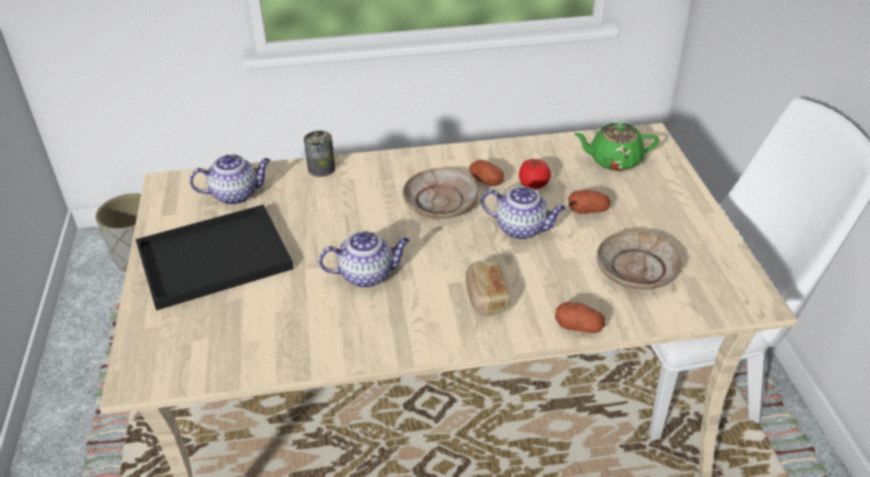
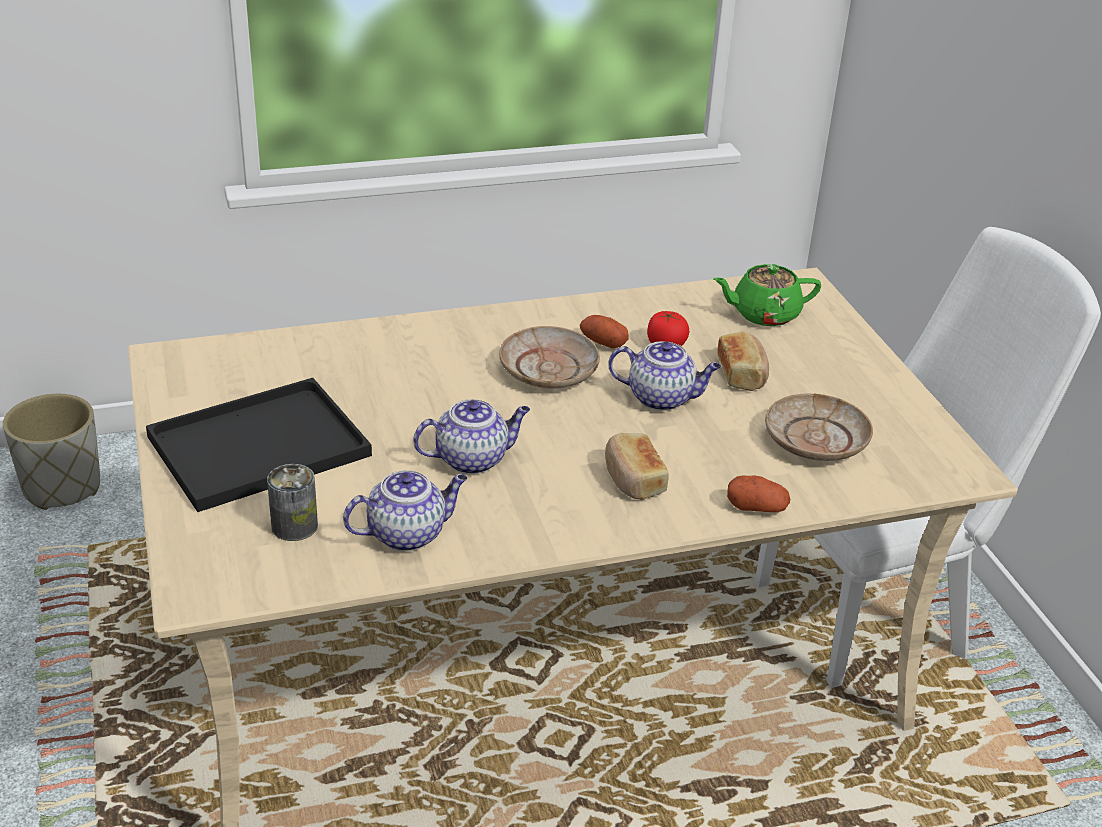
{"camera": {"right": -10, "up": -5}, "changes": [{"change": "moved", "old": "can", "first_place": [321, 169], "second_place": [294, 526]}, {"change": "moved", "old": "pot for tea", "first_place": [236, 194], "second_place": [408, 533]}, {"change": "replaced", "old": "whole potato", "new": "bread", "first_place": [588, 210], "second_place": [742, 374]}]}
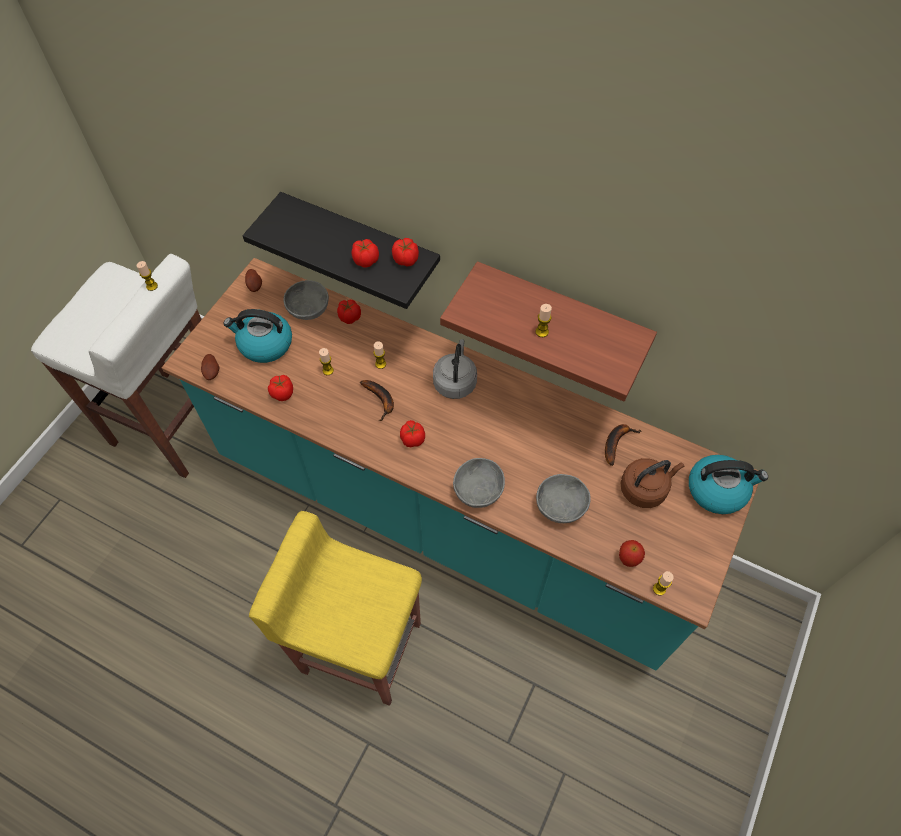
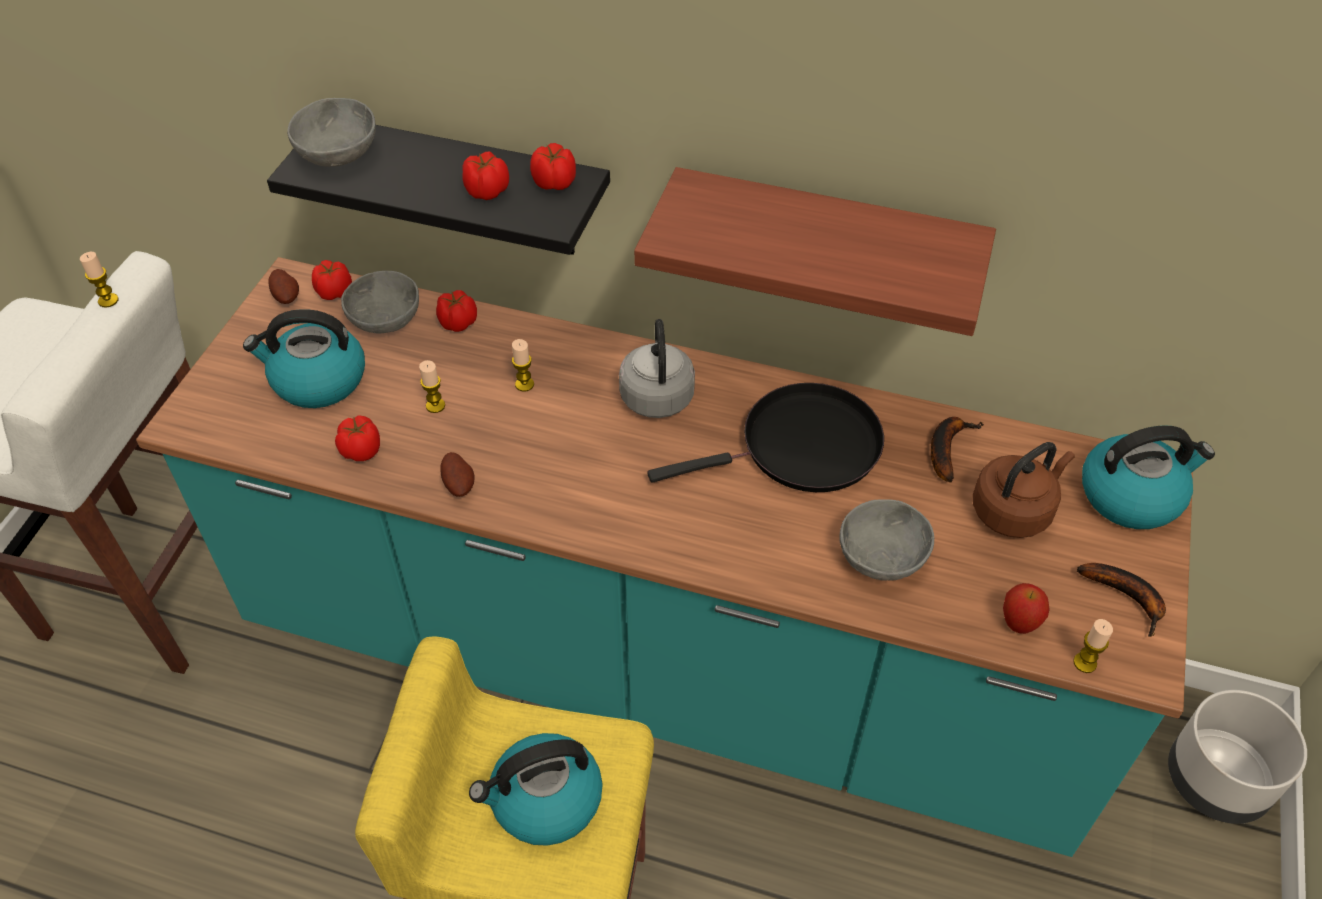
{"camera": {"right": -10, "up": -10}, "changes": [{"change": "removed", "old": "wax candle", "first_place": [542, 332]}, {"change": "moved", "old": "whole potato", "first_place": [212, 372], "second_place": [459, 484]}, {"change": "moved", "old": "whole banana", "first_place": [381, 400], "second_place": [1128, 598]}, {"change": "moved", "old": "whole tomato", "first_place": [412, 438], "second_place": [334, 291]}, {"change": "moved", "old": "gray serving bowl", "first_place": [479, 490], "second_place": [340, 154]}, {"change": "added", "new": "blackish skillet", "second_place": [801, 448]}, {"change": "added", "new": "gray plant pot", "second_place": [1216, 782]}, {"change": "added", "new": "water kettle", "second_place": [545, 801]}]}
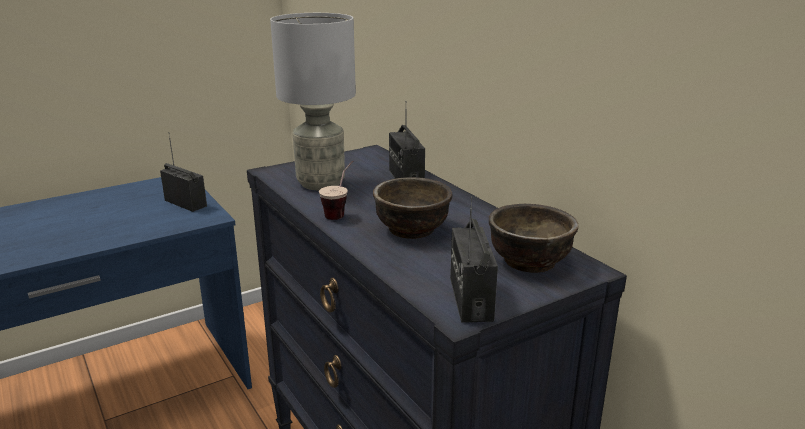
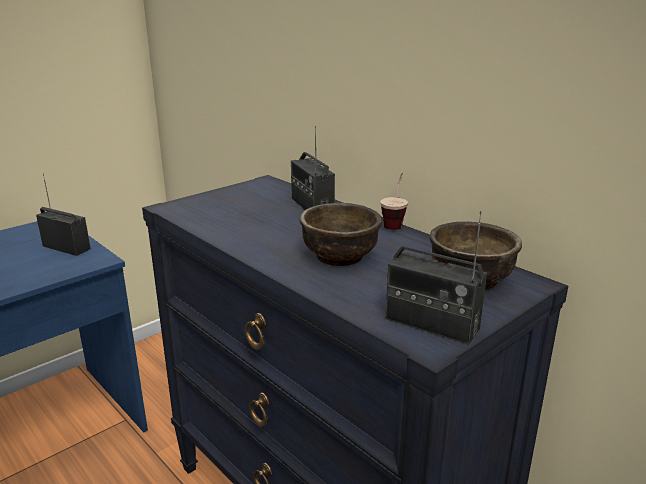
{"camera": {"right": -10, "up": 0}, "changes": [{"change": "removed", "old": "gray tabletop lamp", "first_place": [320, 183]}, {"change": "moved", "old": "small cup", "first_place": [340, 212], "second_place": [395, 223]}, {"change": "turned", "old": "radio set", "first_place": [470, 299], "second_place": [431, 324], "degrees": -45}]}
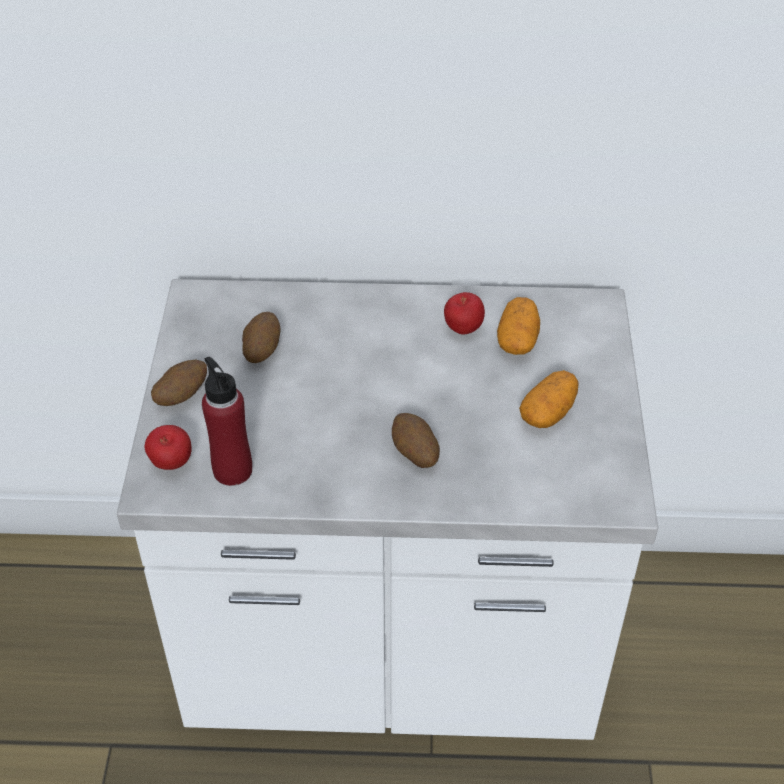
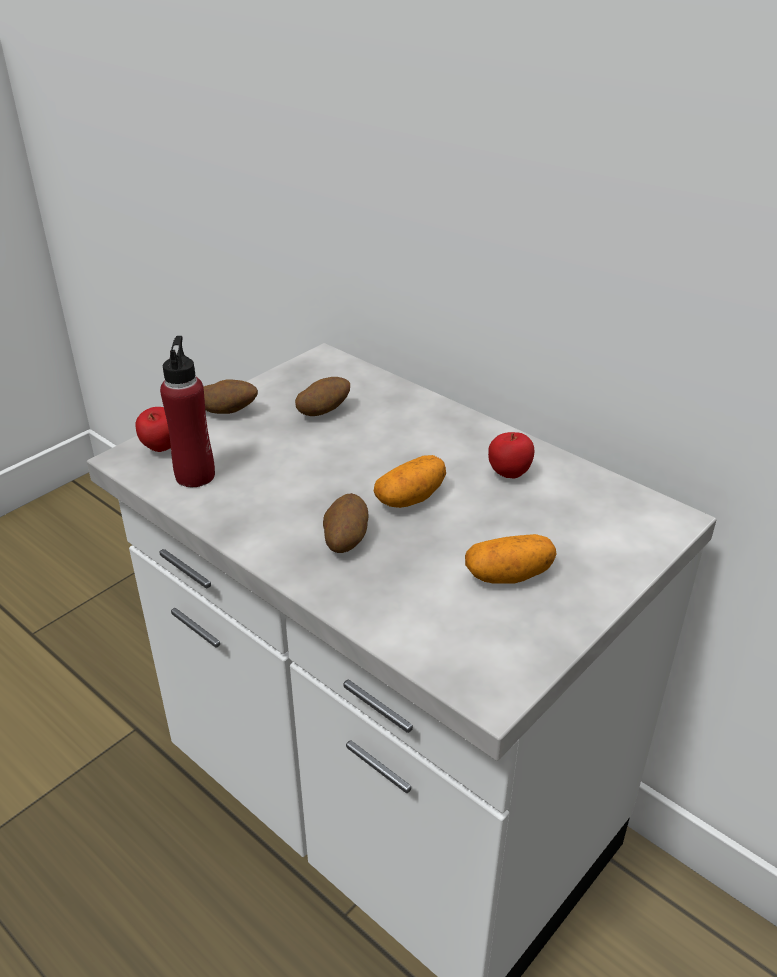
{"camera": {"right": 40, "up": -10}, "changes": [{"change": "moved", "old": "whole potato", "first_place": [517, 339], "second_place": [410, 498]}]}
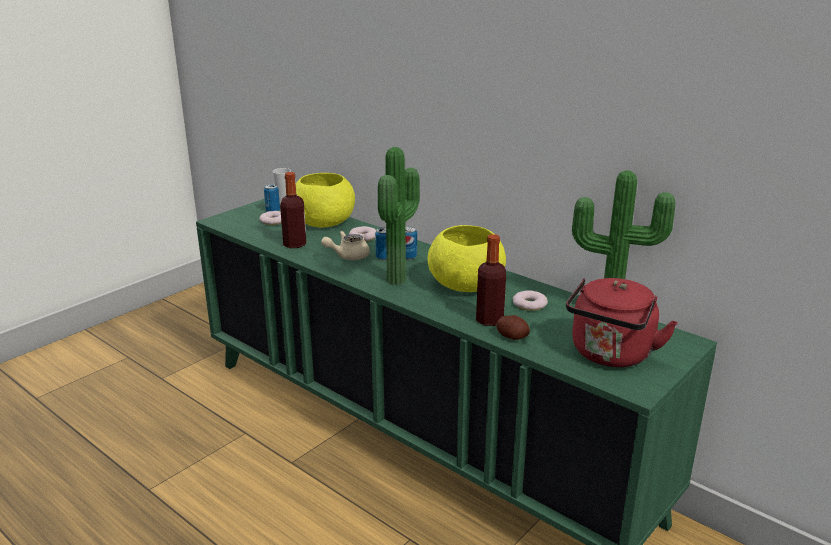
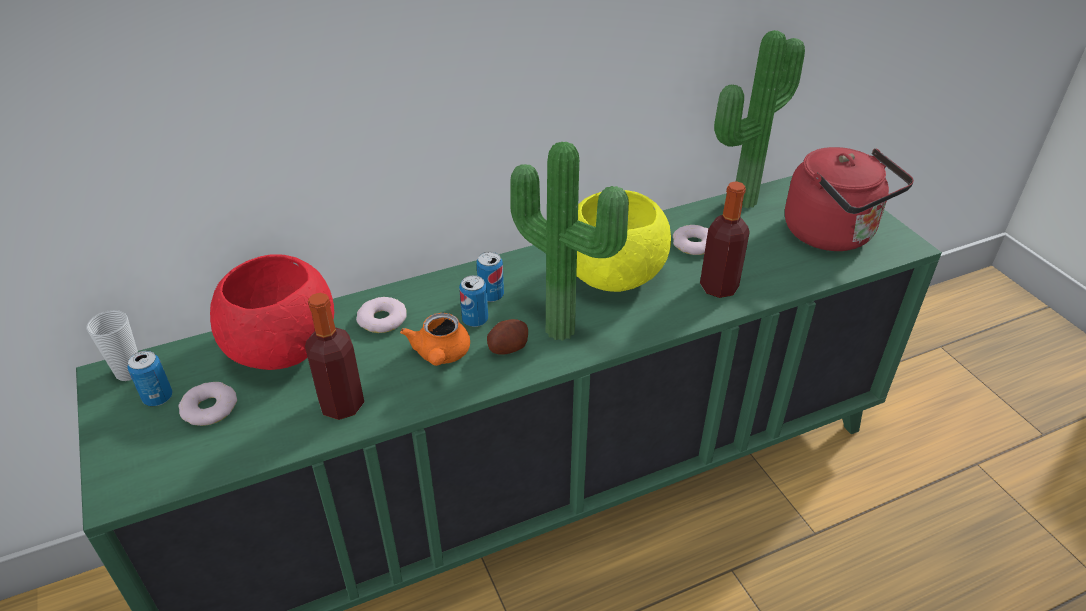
{"camera": {"right": -65, "up": 15}, "changes": [{"change": "recoloured", "old": "yellow serving bowl", "new": "reddish serving bowl", "first_place": [323, 223], "second_place": [282, 348]}, {"change": "recoloured", "old": "sand-coloured pot for tea", "new": "orange-coloured pot for tea", "first_place": [348, 256], "second_place": [440, 355]}, {"change": "moved", "old": "whole potato", "first_place": [512, 337], "second_place": [508, 347]}]}
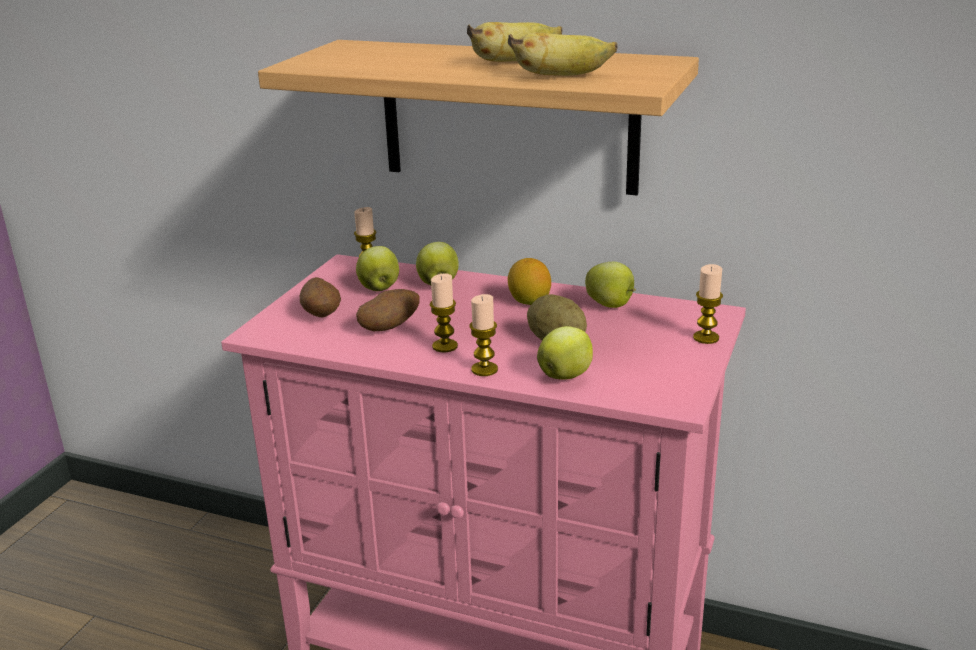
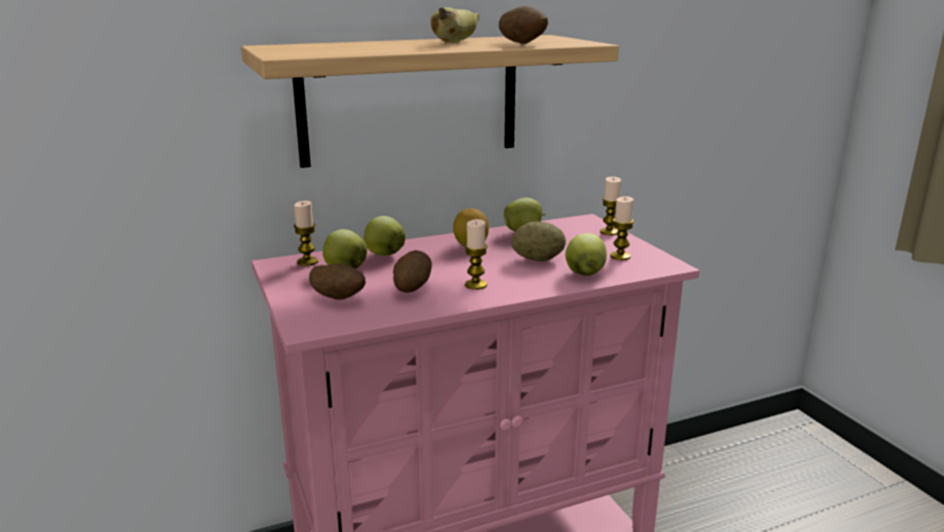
{"camera": {"right": -45, "up": -5}, "changes": [{"change": "replaced", "old": "whole banana", "new": "whole potato", "first_place": [562, 76], "second_place": [522, 44]}, {"change": "moved", "old": "wax candle", "first_place": [484, 369], "second_place": [620, 256]}]}
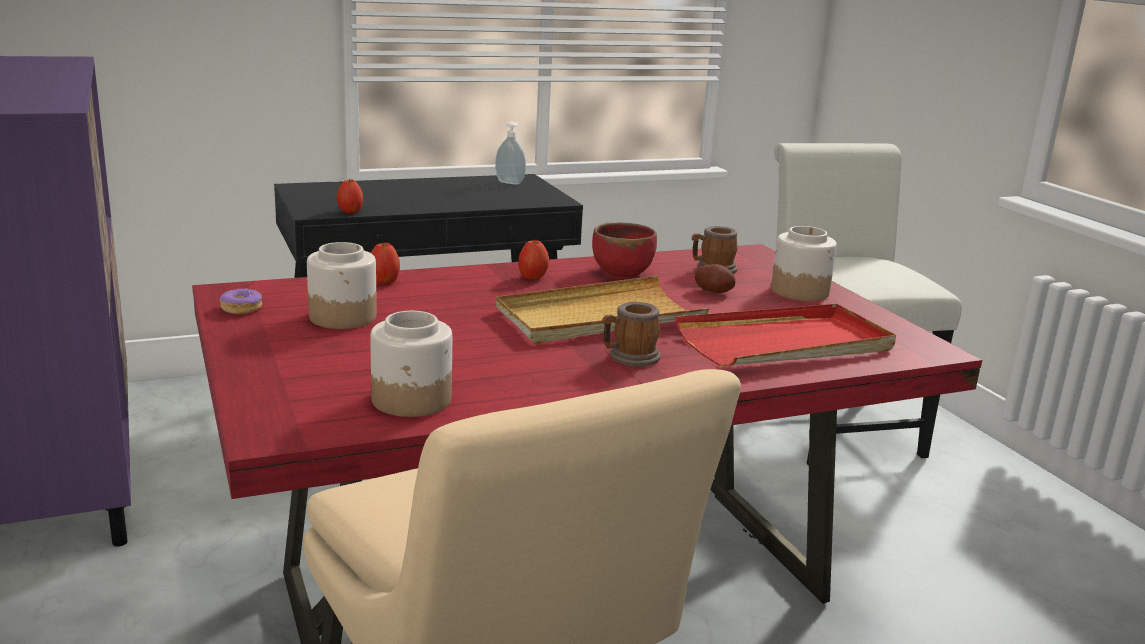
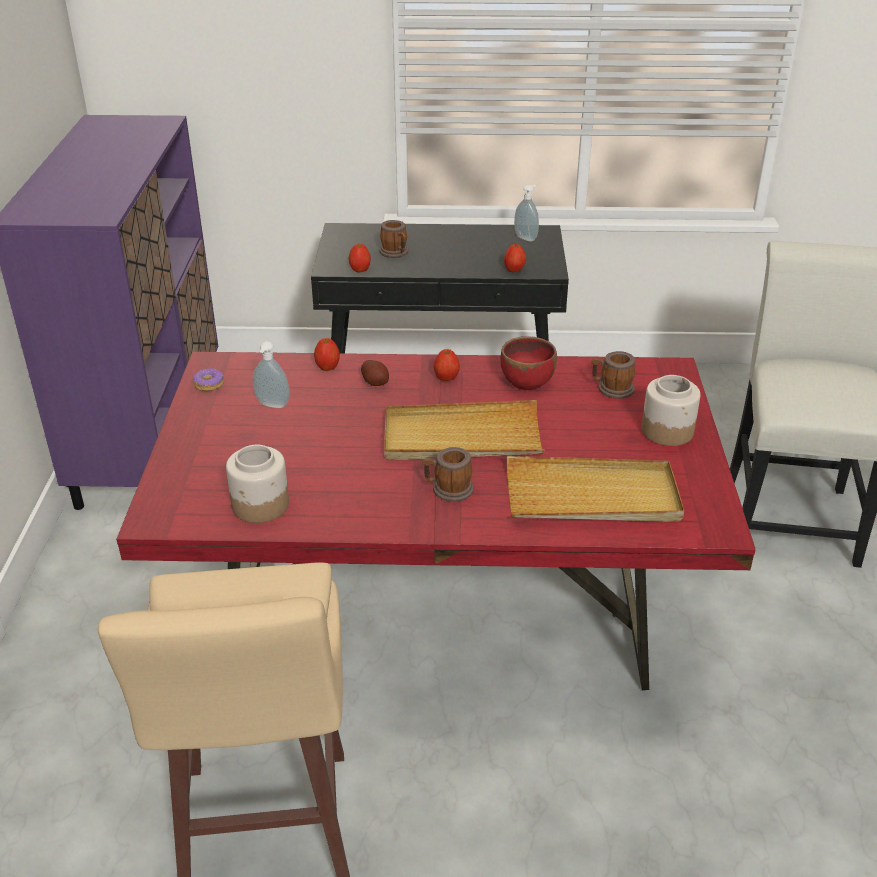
{"camera": {"right": 25, "up": 15}, "changes": [{"change": "replaced", "old": "jar", "new": "soap dispenser", "first_place": [343, 317], "second_place": [272, 405]}, {"change": "moved", "old": "whole potato", "first_place": [714, 291], "second_place": [375, 382]}, {"change": "recoloured", "old": "reddish tray", "new": "sand-coloured tray", "first_place": [786, 343], "second_place": [592, 496]}, {"change": "added", "new": "mug", "second_place": [395, 253]}, {"change": "added", "new": "apple", "second_place": [514, 270]}]}
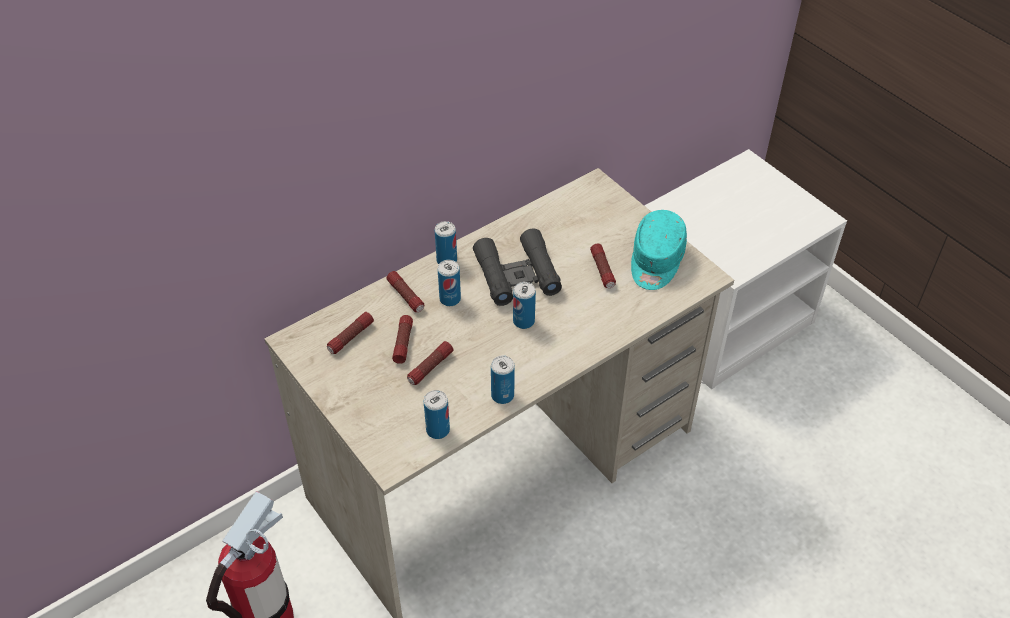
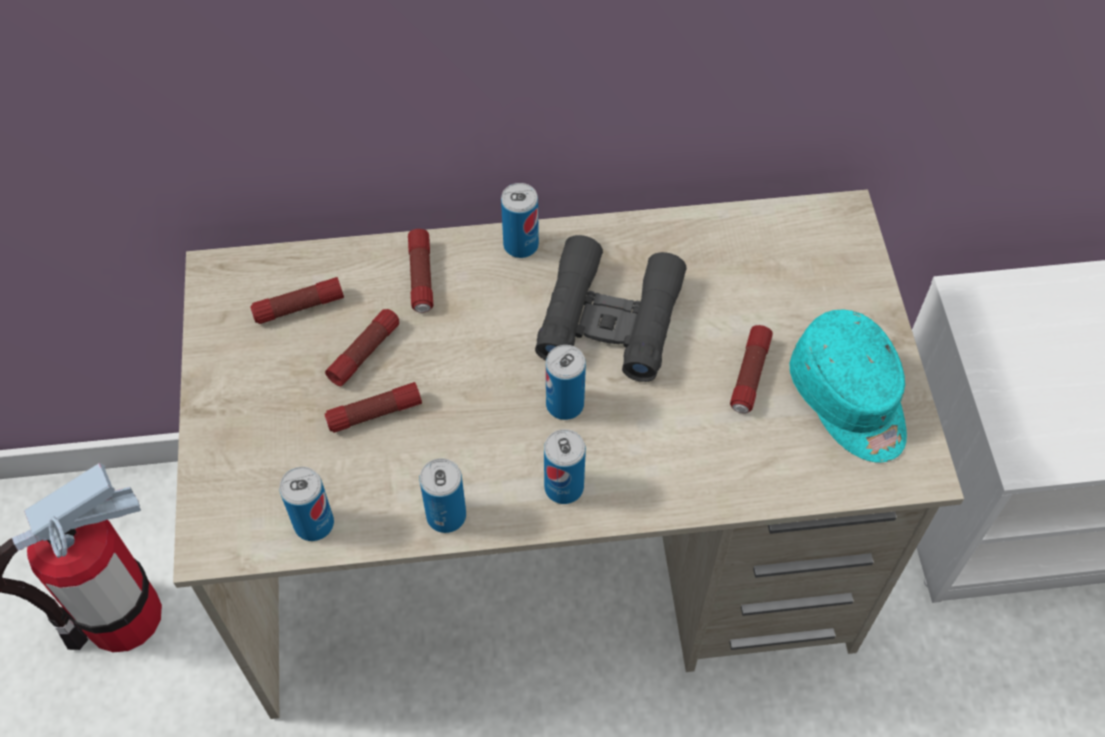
{"camera": {"right": 30, "up": 10}, "changes": [{"change": "turned", "old": "turquoise baseball cap", "first_place": [656, 261], "second_place": [849, 401], "degrees": -75}, {"change": "moved", "old": "can", "first_place": [450, 299], "second_place": [564, 487]}]}
